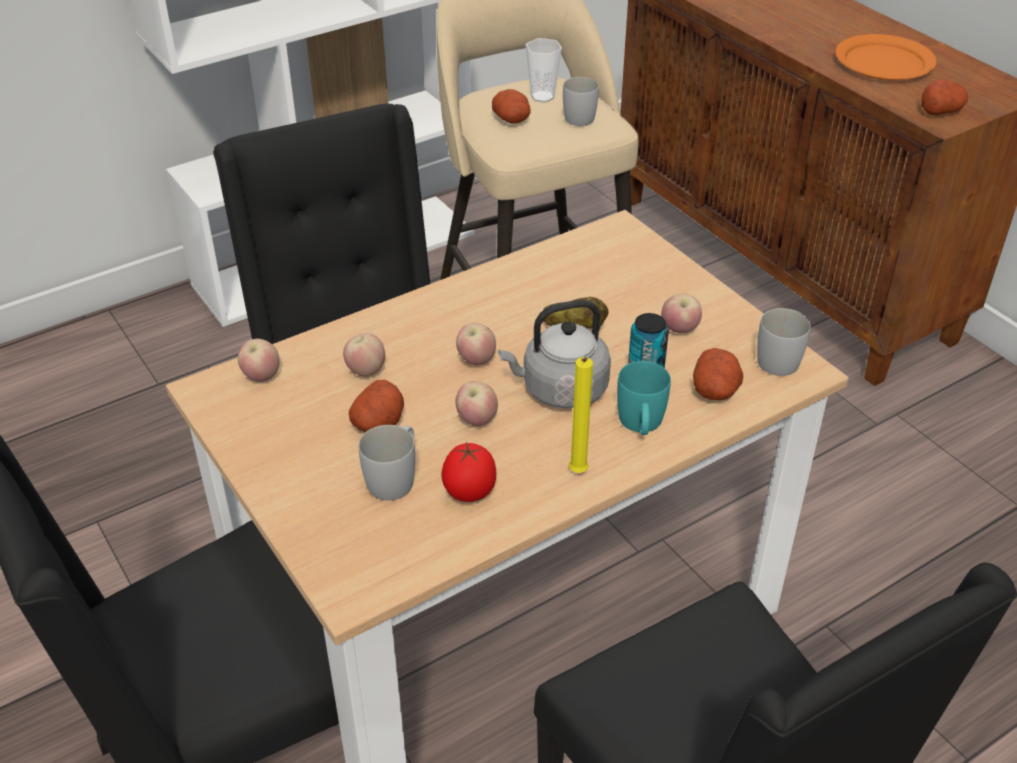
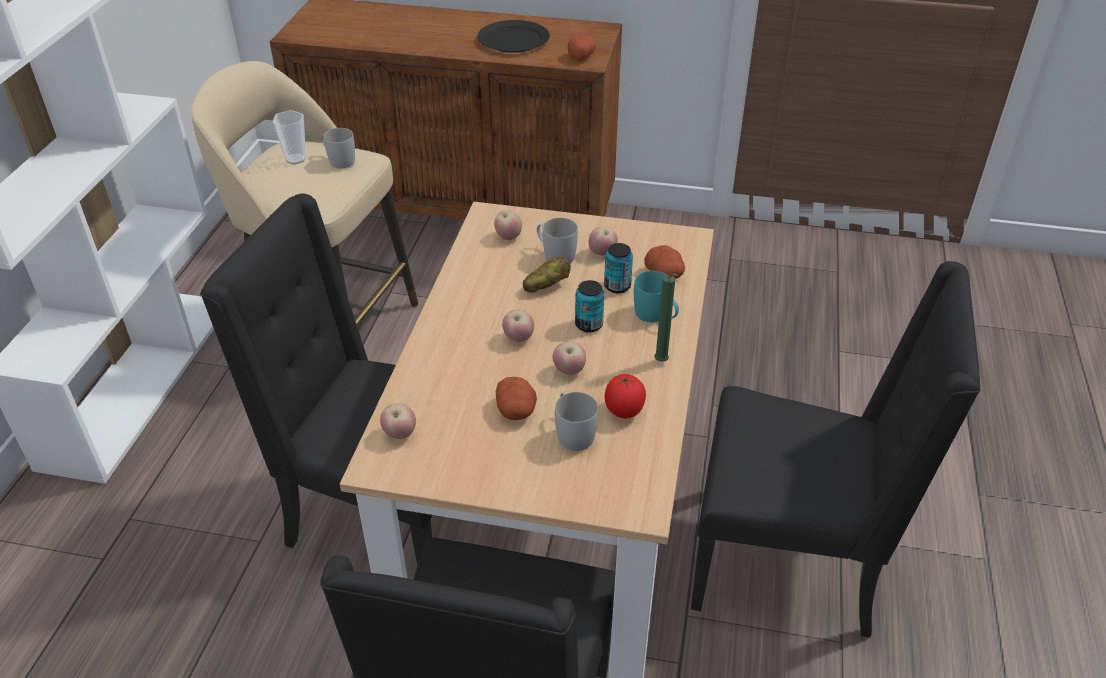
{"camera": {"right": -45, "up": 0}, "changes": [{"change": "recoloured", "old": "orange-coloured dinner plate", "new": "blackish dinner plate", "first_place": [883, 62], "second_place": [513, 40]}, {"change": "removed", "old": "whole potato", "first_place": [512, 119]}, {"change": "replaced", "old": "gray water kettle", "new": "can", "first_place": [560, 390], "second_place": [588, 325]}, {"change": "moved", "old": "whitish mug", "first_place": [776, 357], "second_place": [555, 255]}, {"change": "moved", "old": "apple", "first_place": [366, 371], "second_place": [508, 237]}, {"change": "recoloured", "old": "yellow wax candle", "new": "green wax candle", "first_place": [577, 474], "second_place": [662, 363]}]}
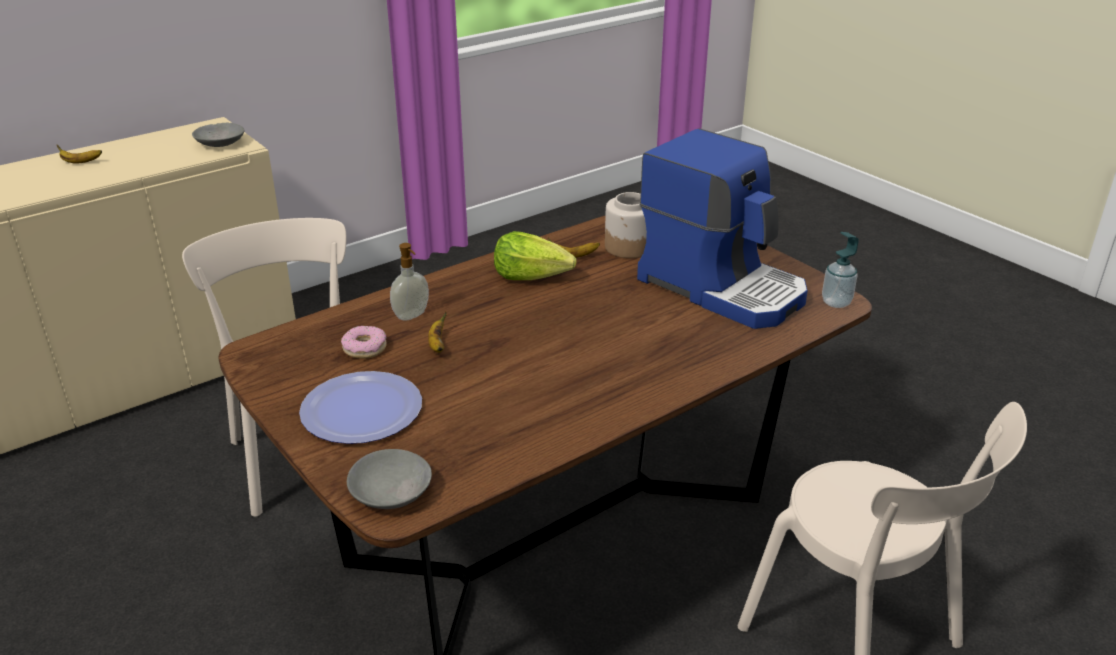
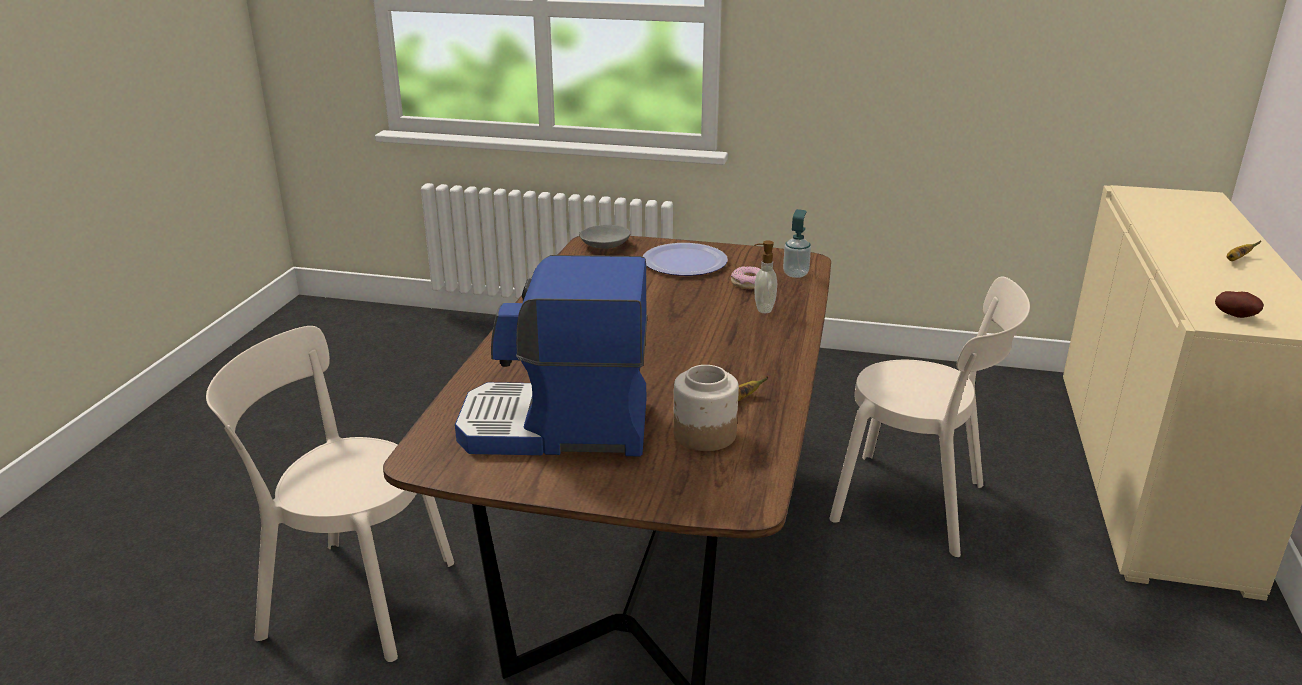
{"camera": {"right": 140, "up": -5}, "changes": [{"change": "replaced", "old": "gray serving bowl", "new": "whole potato", "first_place": [220, 143], "second_place": [1236, 316]}, {"change": "removed", "old": "lettuce head", "first_place": [531, 276]}, {"change": "moved", "old": "soap dispenser", "first_place": [836, 302], "second_place": [795, 274]}, {"change": "removed", "old": "whole banana", "first_place": [437, 345]}]}
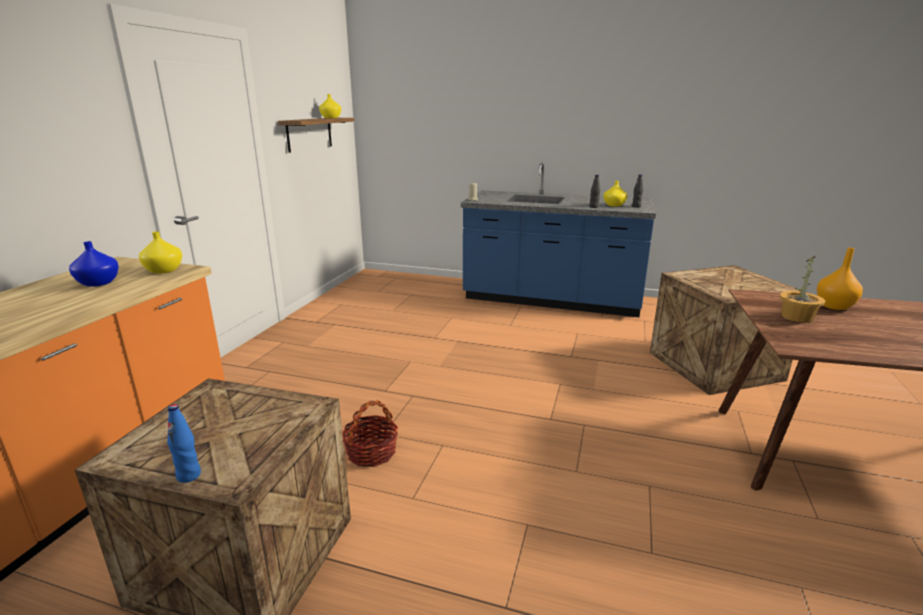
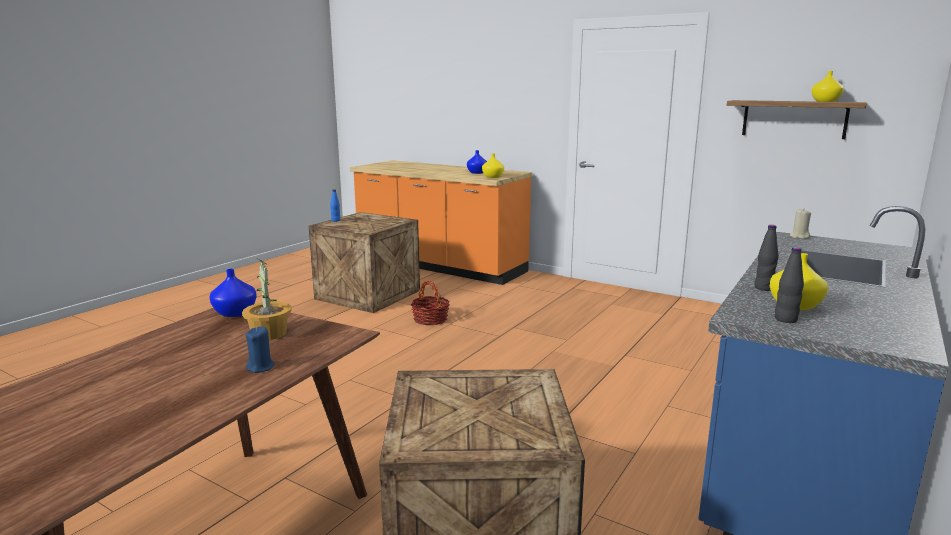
{"camera": {"right": 105, "up": -5}, "changes": [{"change": "replaced", "old": "orange-coloured decorative vase", "new": "bluish wax candle", "first_place": [834, 306], "second_place": [261, 367]}, {"change": "added", "new": "bluish decorative vase", "second_place": [234, 312]}]}
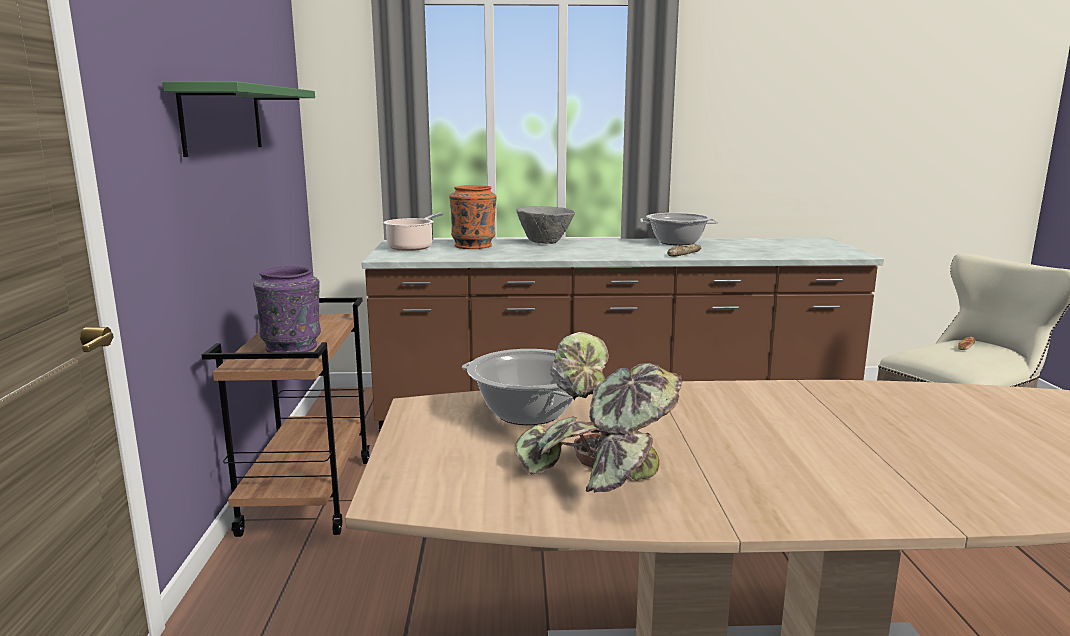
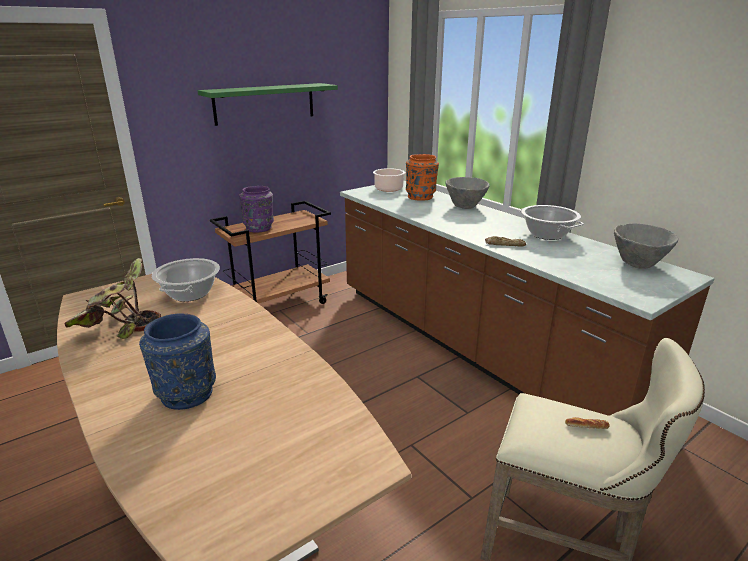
{"camera": {"right": 55, "up": 10}, "changes": [{"change": "added", "new": "gray serving bowl", "second_place": [638, 264]}, {"change": "added", "new": "bluish decorative vase", "second_place": [186, 393]}]}
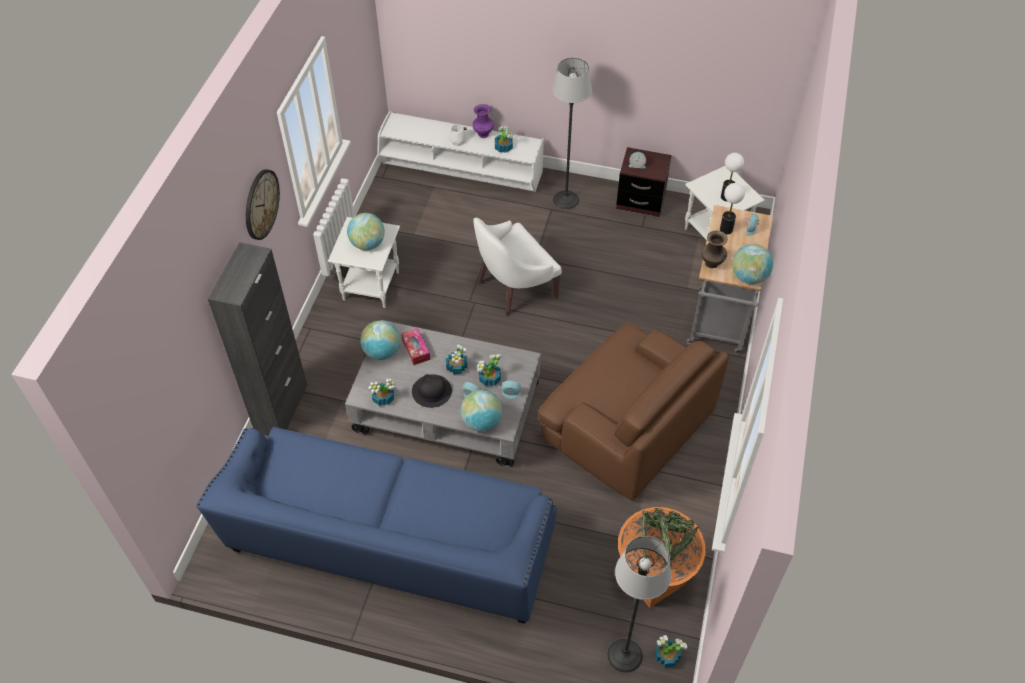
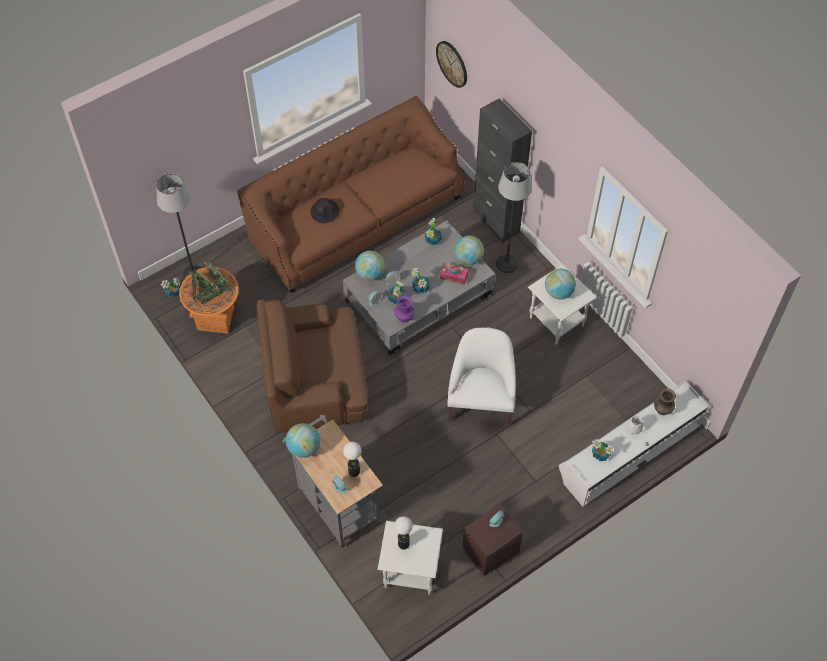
{"camera": {"right": 130, "up": 5}, "changes": [{"change": "moved", "old": "standard lamp", "first_place": [566, 200], "second_place": [506, 263]}, {"change": "moved", "old": "purple decorative vase", "first_place": [483, 135], "second_place": [404, 318]}, {"change": "moved", "old": "hanging clock", "first_place": [261, 204], "second_place": [452, 63]}, {"change": "moved", "old": "brown-coloured decorative vase", "first_place": [712, 264], "second_place": [661, 411]}, {"change": "moved", "old": "blackish wearable hat", "first_place": [431, 391], "second_place": [325, 211]}, {"change": "recoloured", "old": "bluish sofa", "new": "brown-coloured sofa", "first_place": [391, 544], "second_place": [356, 219]}]}
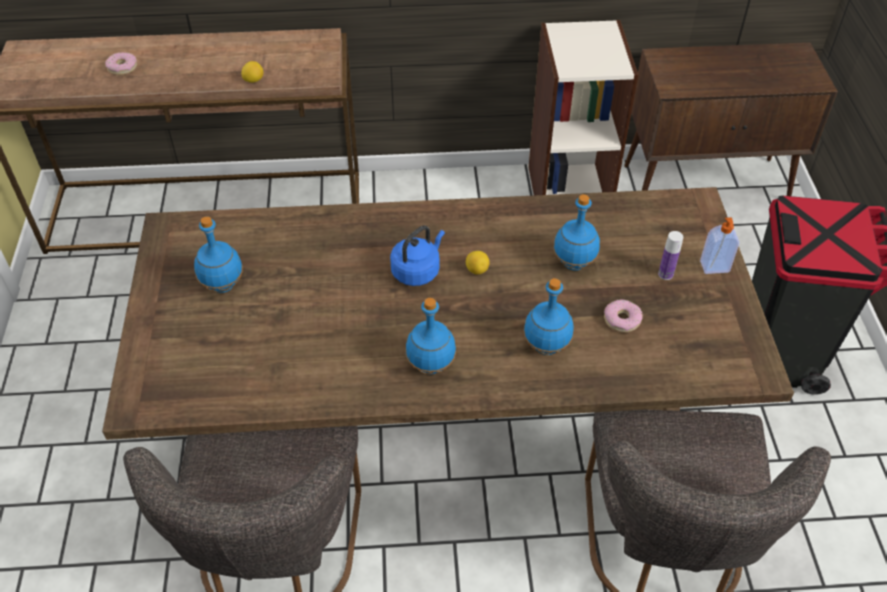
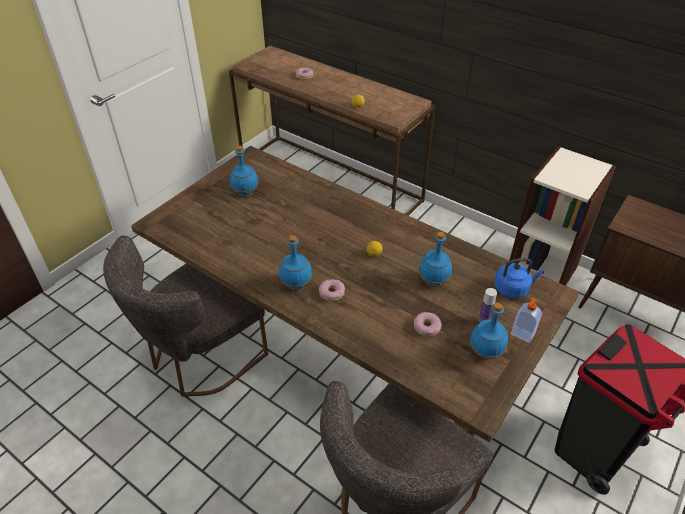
{"camera": {"right": 40, "up": -5}, "changes": [{"change": "moved", "old": "bluish water kettle", "first_place": [417, 271], "second_place": [513, 288]}, {"change": "moved", "old": "bluish beverage bottle", "first_place": [545, 346], "second_place": [485, 352]}, {"change": "added", "new": "doughnut", "second_place": [332, 293]}]}
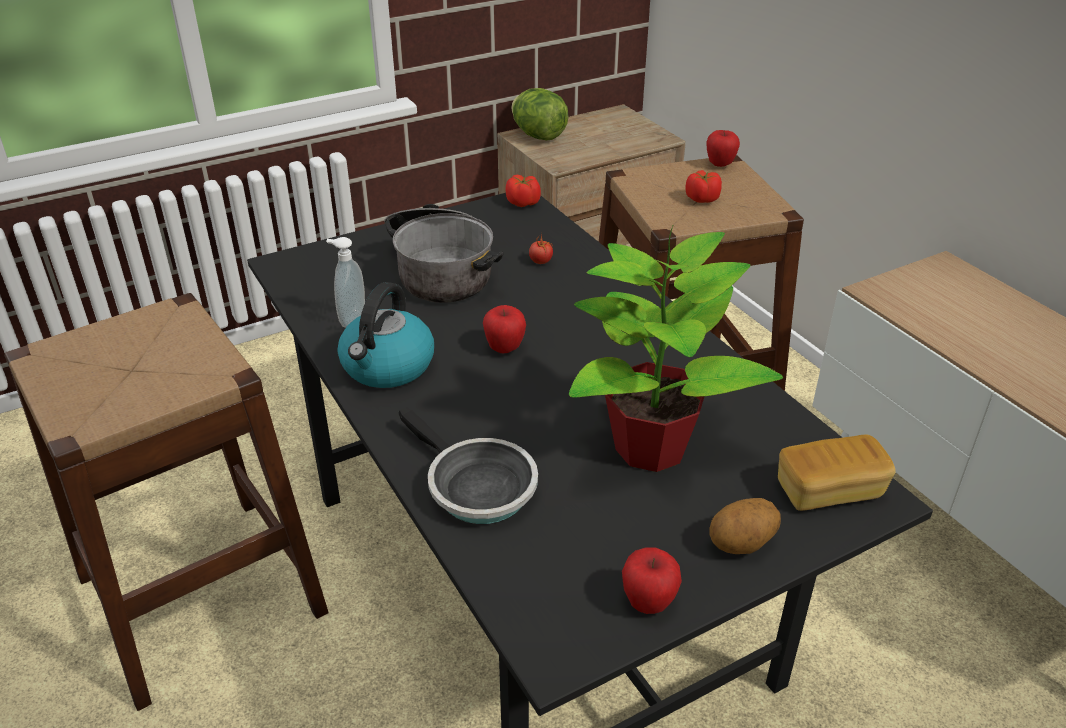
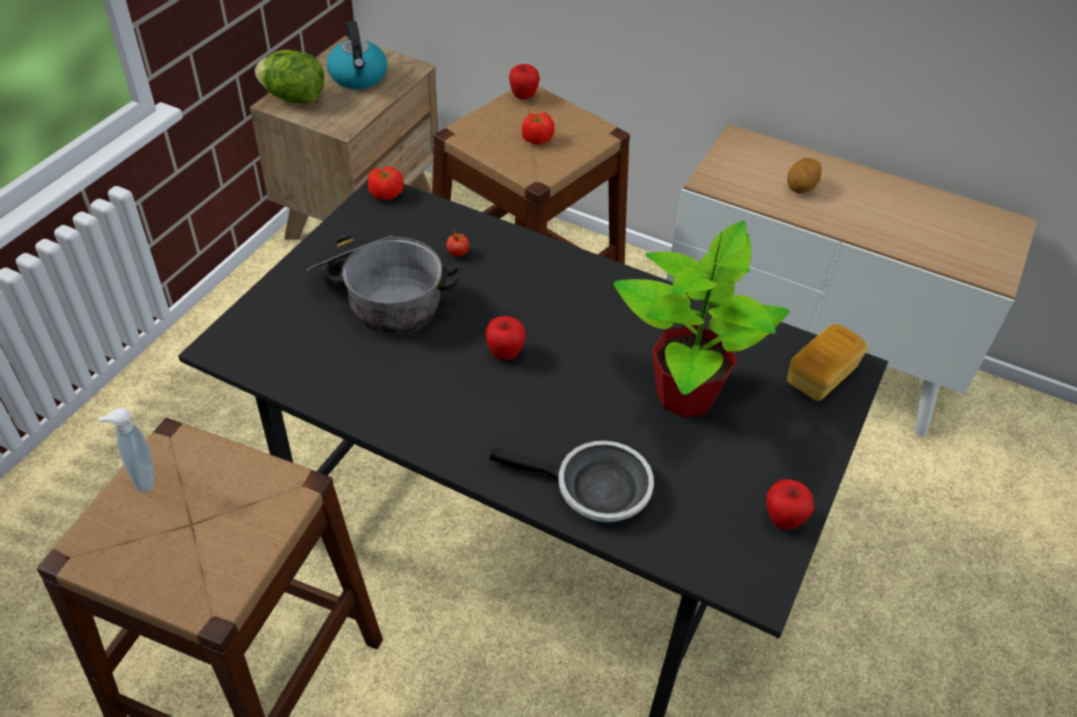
{"camera": {"right": -35, "up": 10}, "changes": [{"change": "moved", "old": "soap dispenser", "first_place": [351, 319], "second_place": [142, 478]}, {"change": "moved", "old": "water kettle", "first_place": [387, 367], "second_place": [359, 77]}, {"change": "moved", "old": "whole potato", "first_place": [742, 544], "second_place": [801, 187]}]}
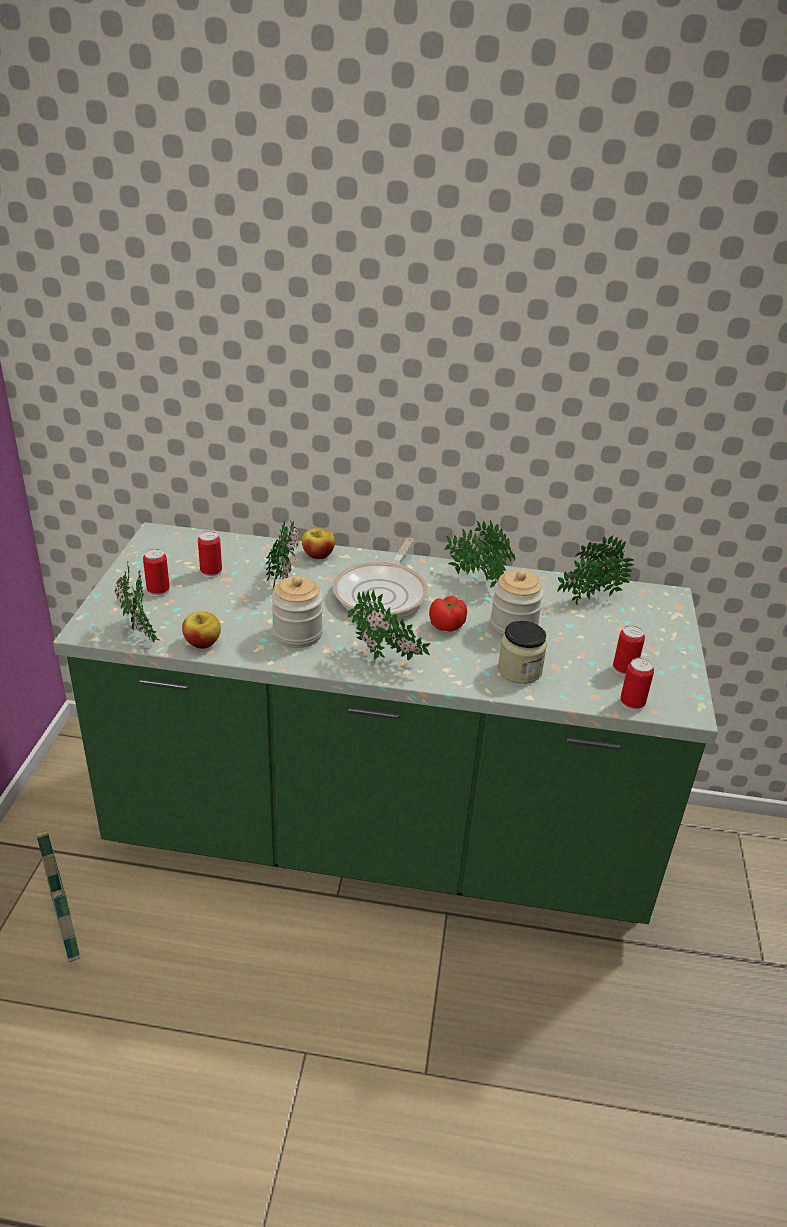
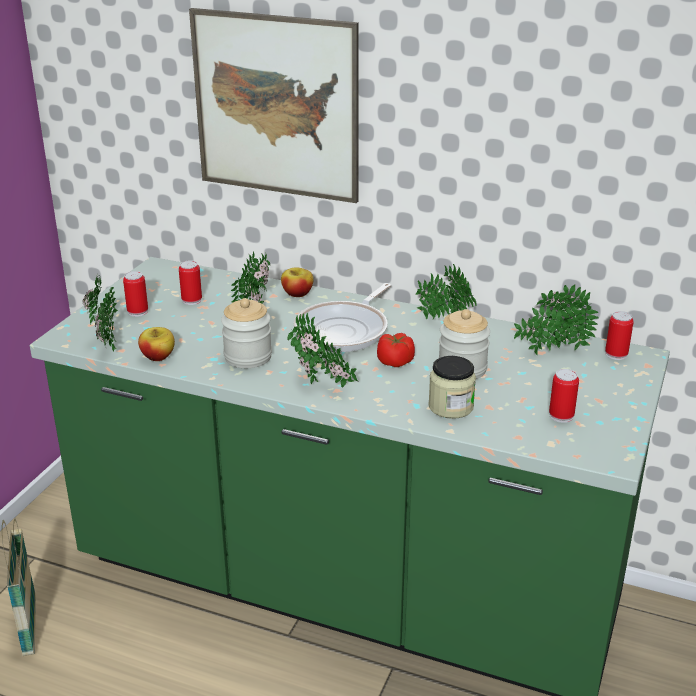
{"camera": {"right": 15, "up": -5}, "changes": [{"change": "moved", "old": "can", "first_place": [632, 703], "second_place": [616, 354]}, {"change": "added", "new": "wall art", "second_place": [276, 106]}]}
